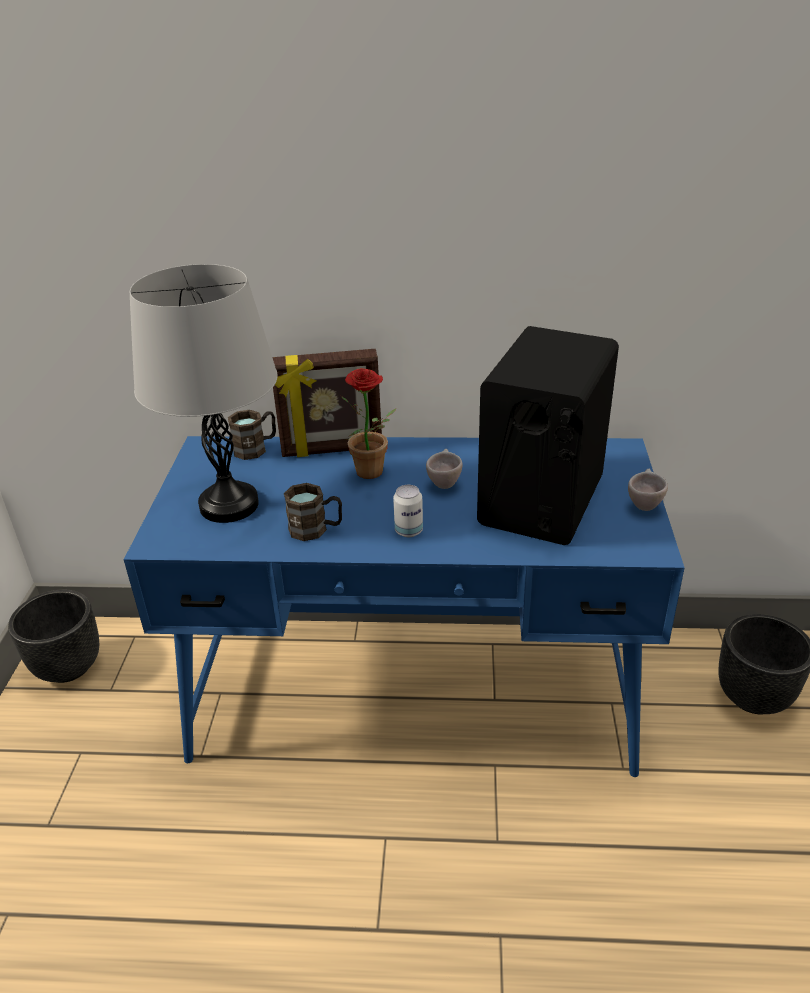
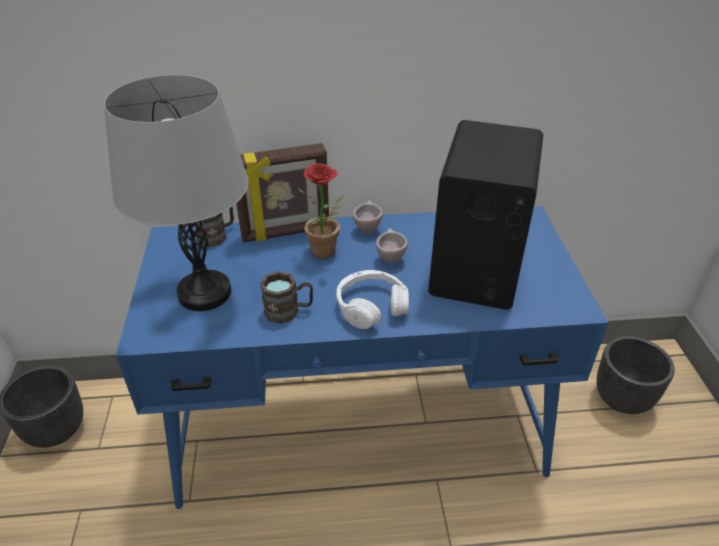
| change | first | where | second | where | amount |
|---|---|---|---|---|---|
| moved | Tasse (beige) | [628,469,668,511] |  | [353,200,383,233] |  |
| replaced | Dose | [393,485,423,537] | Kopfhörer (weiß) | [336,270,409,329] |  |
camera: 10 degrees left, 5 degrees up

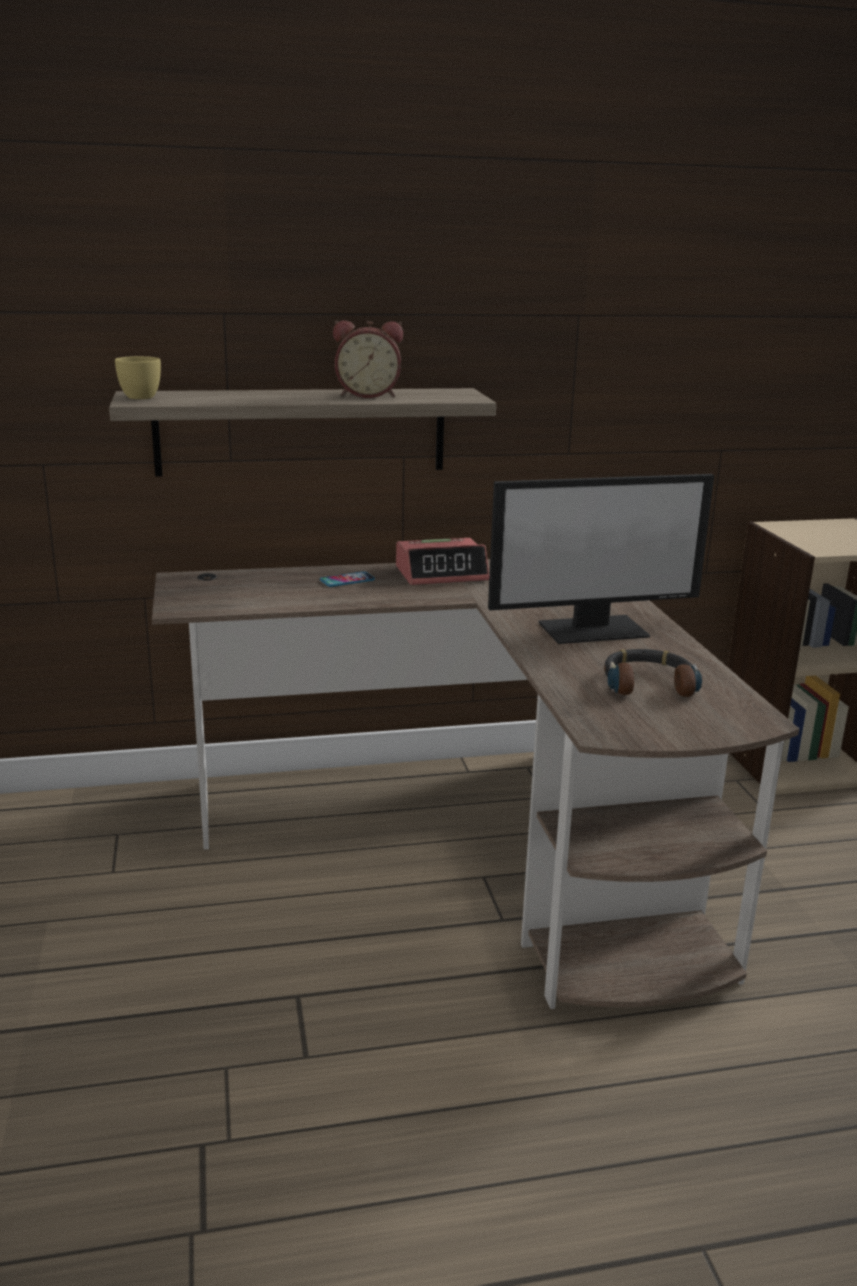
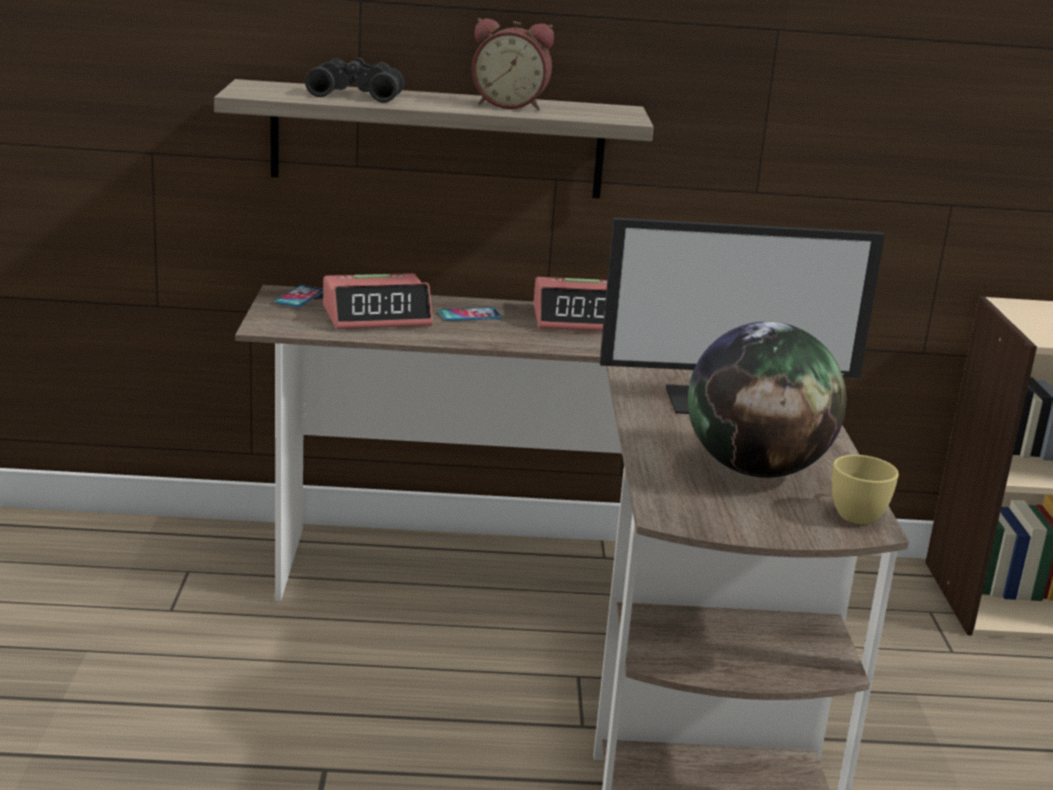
| change | first | where | second | where | amount |
|---|---|---|---|---|---|
| added |  |  | Handy | [274,285,323,307] |  |
| added |  |  | Fernglas (schwarz) | [305,58,404,103] |  |
| added |  |  | Wecker | [323,273,433,329] |  |
| moved | Tasse (gelb) | [115,356,161,399] |  | [832,455,899,524] |  |
| replaced | Kopfhörer | [604,649,702,697] | Globus | [688,321,846,478] |  |
camera: 10 degrees right, 0 degrees up

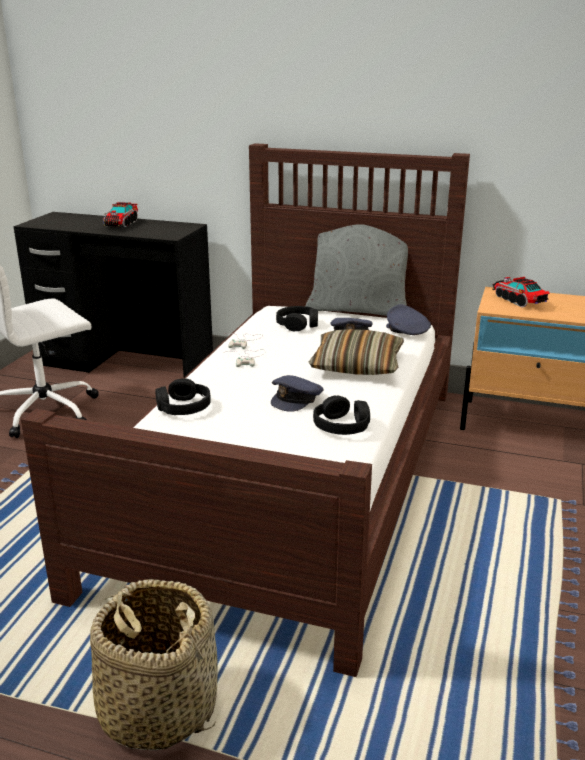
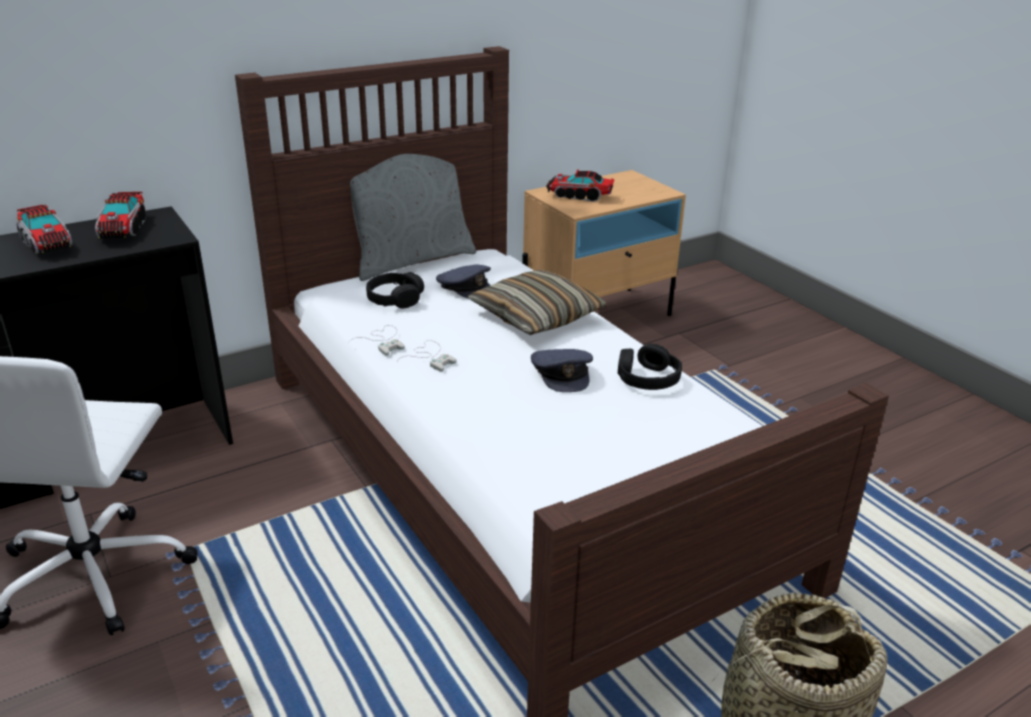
| change | first | where | second | where | amount |
|---|---|---|---|---|---|
| removed | Kopfhörer (schwarz) | [155,378,211,415] |  |  |  |
| removed | Kappe (grau) | [386,304,431,335] |  |  |  |
| added |  |  | Spielzeuglaster | [95,192,146,239] |  |
camera: 50 degrees left, 5 degrees up

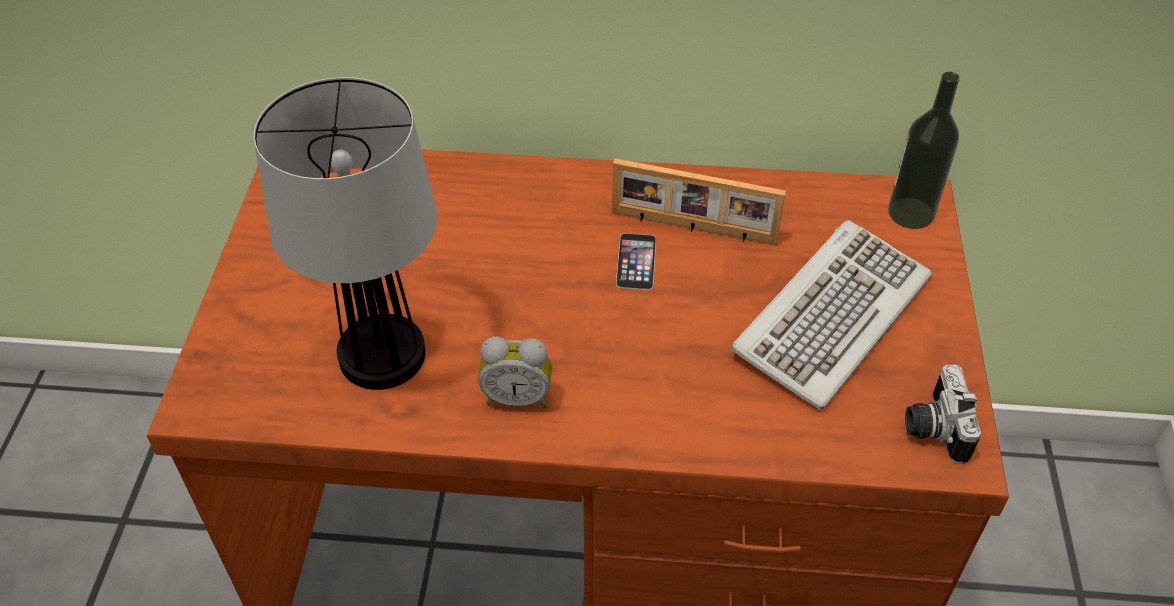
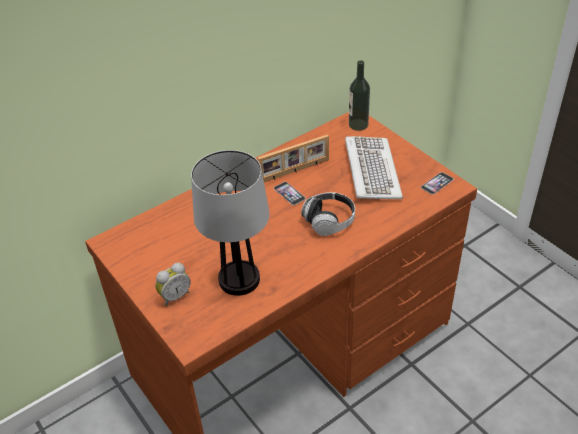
| change | first | where | second | where | amount |
|---|---|---|---|---|---|
| added |  |  | Kopfhörer | [301,192,355,236] |  |
| moved | Wecker | [478,336,552,408] |  | [155,263,191,306] |  |
| replaced | Kamera | [905,364,981,464] | Handy | [421,172,454,195] |  |
camera: 40 degrees left, 5 degrees down

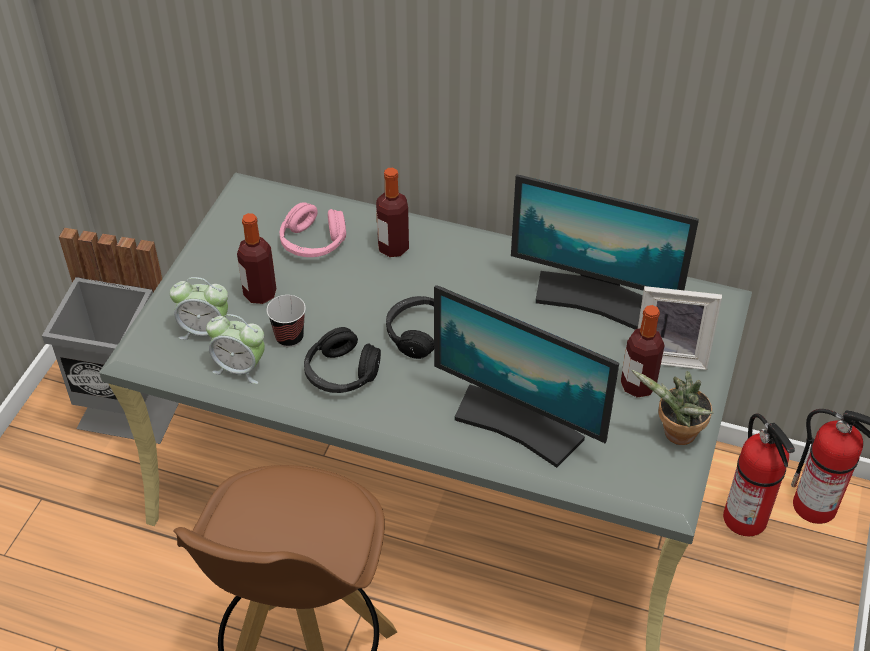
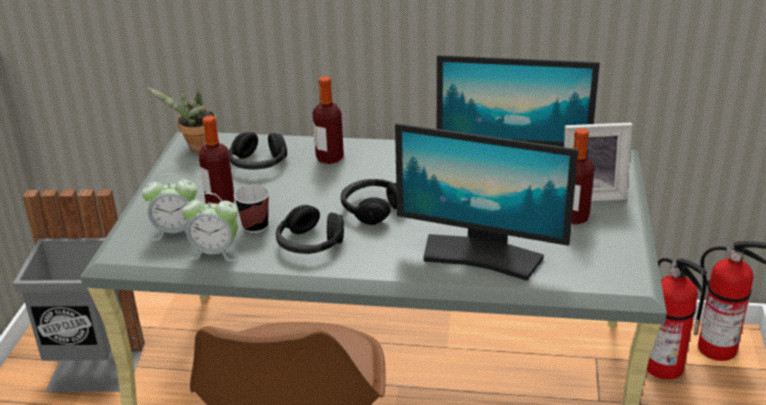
| change | first | where | second | where | amount |
|---|---|---|---|---|---|
| moved | Topfpflanze | [631,370,714,445] |  | [145,87,217,152] |  |
| recoloured | Kopfhörer (rosa) | [280,202,346,257] | Kopfhörer (schwarz) | [229,132,287,170] |  |
camera: 10 degrees left, 15 degrees down

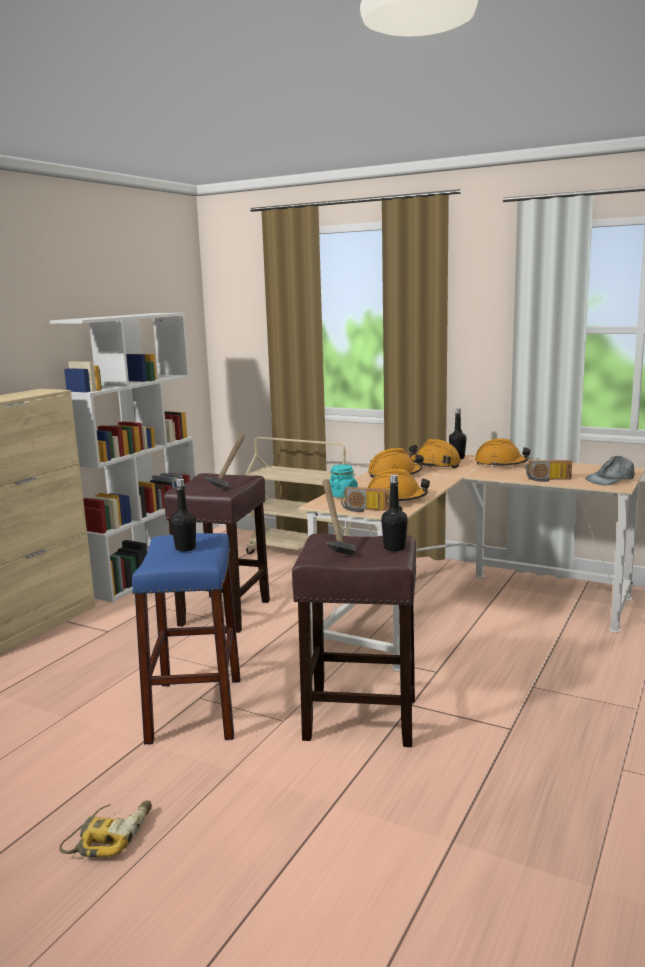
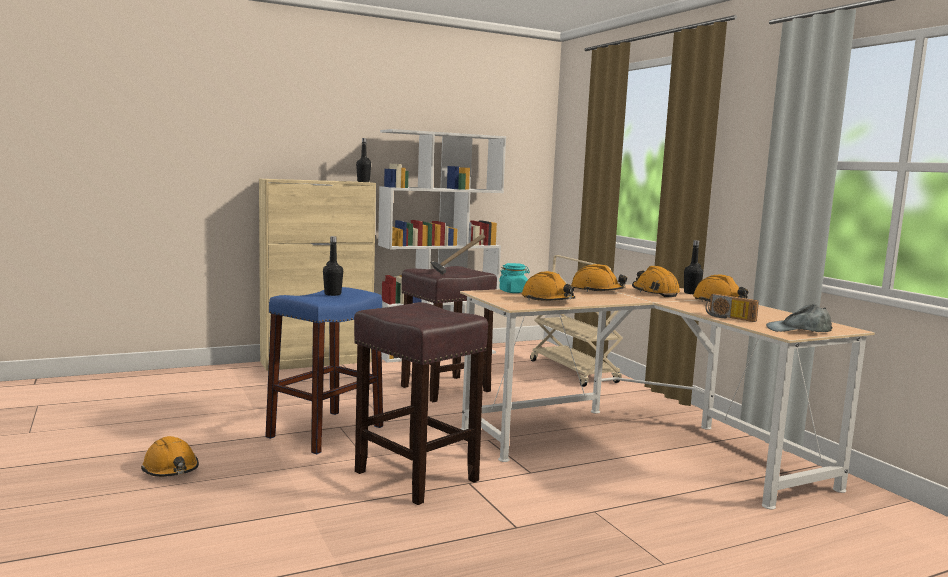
| change | first | where | second | where | amount |
|---|---|---|---|---|---|
| removed | Hammer | [322,479,356,556] |  |  |  |
| removed | Radio | [341,487,390,512] |  |  |  |
| moved | Flasche (schwarz) | [381,475,408,552] |  | [356,138,371,182] |  |
| replaced | Bohrmaschine | [59,800,152,857] | Schutzhelm (orange) | [141,436,199,477] |  |
camera: 35 degrees right, 5 degrees down

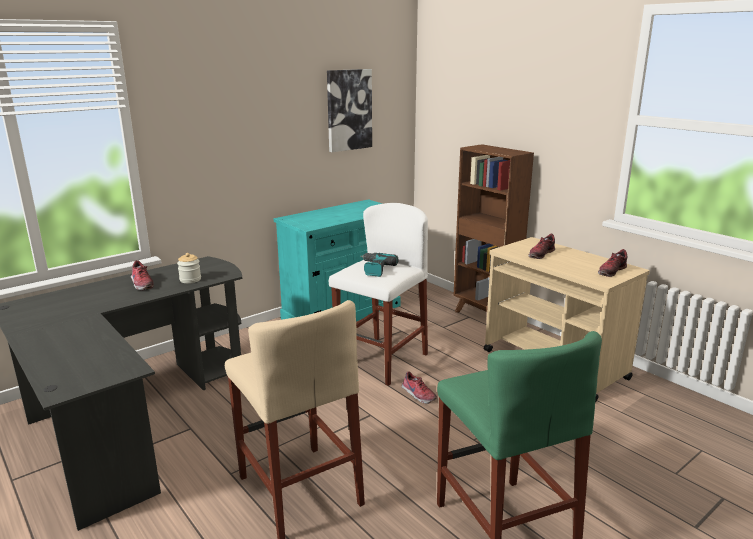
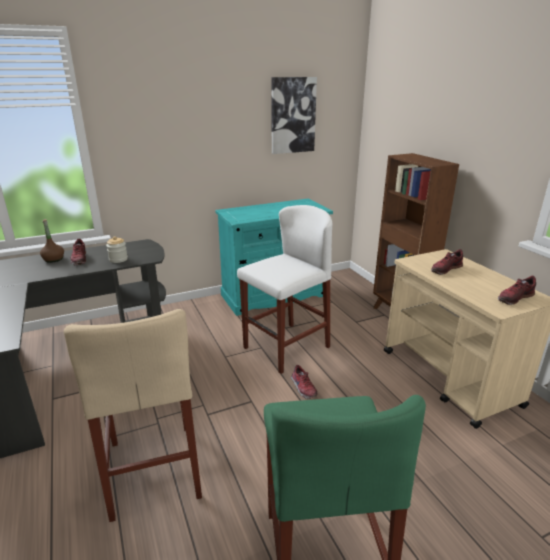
| change | first | where | second | where | amount |
|---|---|---|---|---|---|
| removed | Bohrmaschine | [360,253,399,277] |  |  |  |
| added |  |  | Flasche (braun) | [40,219,64,263] |  |
camera: 15 degrees right, 5 degrees up

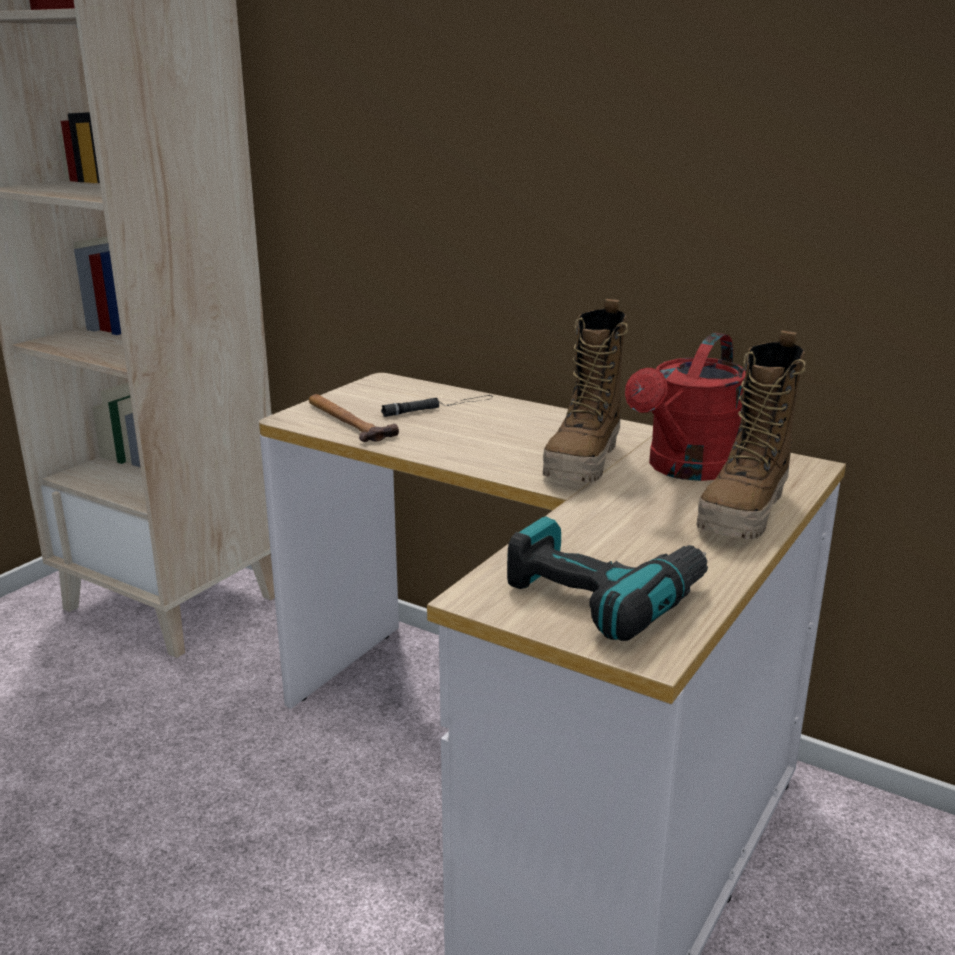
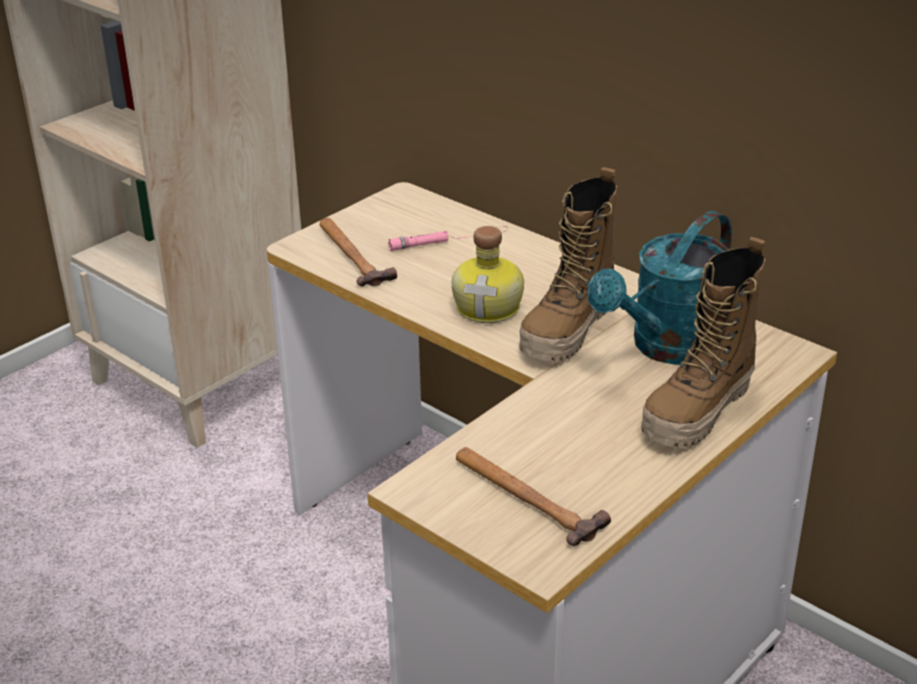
| change | first | where | second | where | amount |
|---|---|---|---|---|---|
| added |  |  | Flasche | [452,226,524,323] |  |
| replaced | Bohrmaschine | [507,516,708,641] | Hammer | [456,447,611,546] |  |
| recoloured | Taschenlampe (schwarz) | [381,395,493,417] | Taschenlampe (rosa) | [388,226,508,251] |  |
| recoloured | Gießkanne (rot) | [625,333,746,481] | Gießkanne (türkis) | [587,211,732,365] |  |
camera: 10 degrees right, 10 degrees up

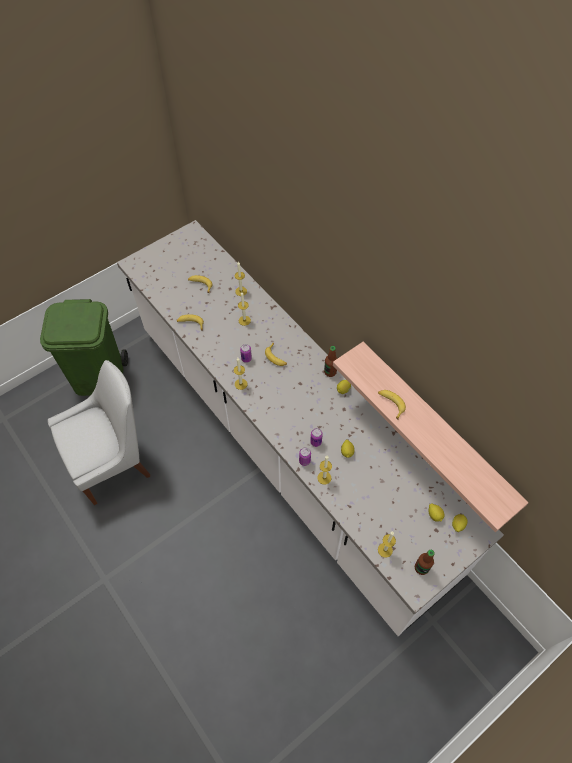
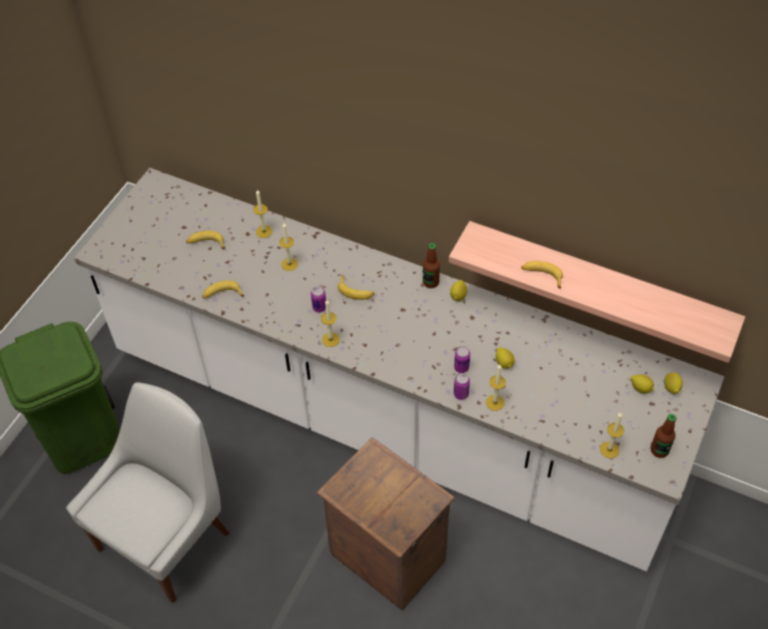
| change | first | where | second | where | amount |
|---|---|---|---|---|---|
| added |  |  | Kiste | [316,438,455,610] |  |
camera: 25 degrees left, 5 degrees down

